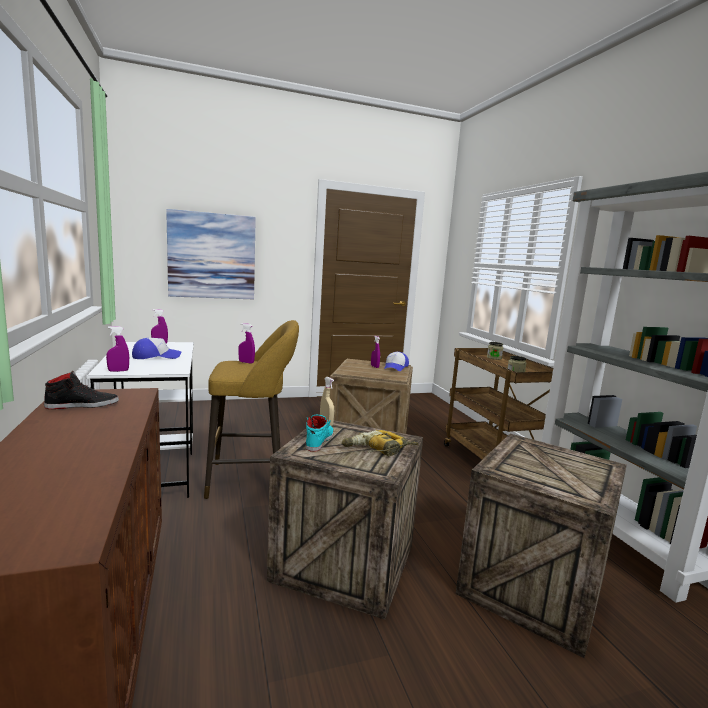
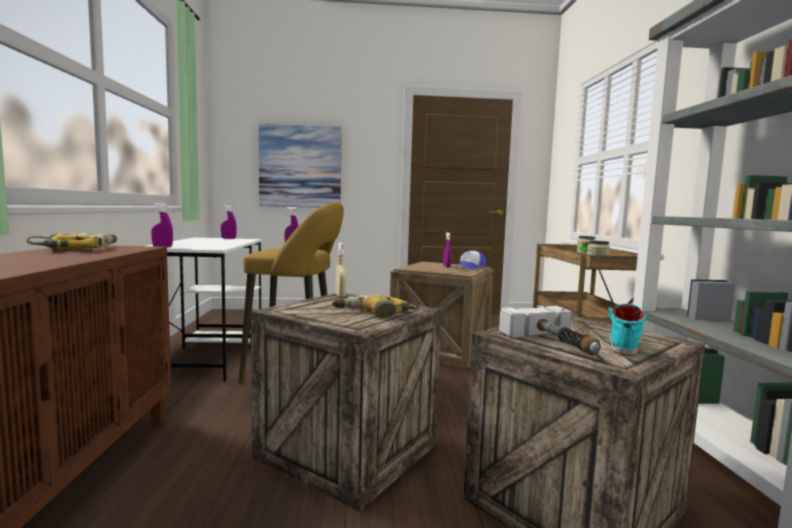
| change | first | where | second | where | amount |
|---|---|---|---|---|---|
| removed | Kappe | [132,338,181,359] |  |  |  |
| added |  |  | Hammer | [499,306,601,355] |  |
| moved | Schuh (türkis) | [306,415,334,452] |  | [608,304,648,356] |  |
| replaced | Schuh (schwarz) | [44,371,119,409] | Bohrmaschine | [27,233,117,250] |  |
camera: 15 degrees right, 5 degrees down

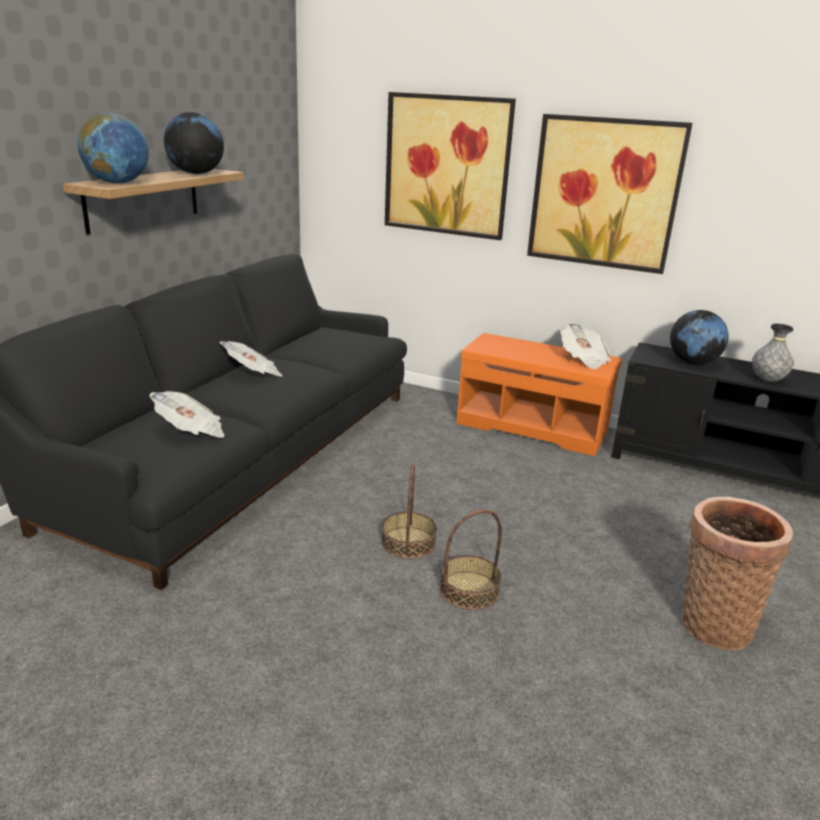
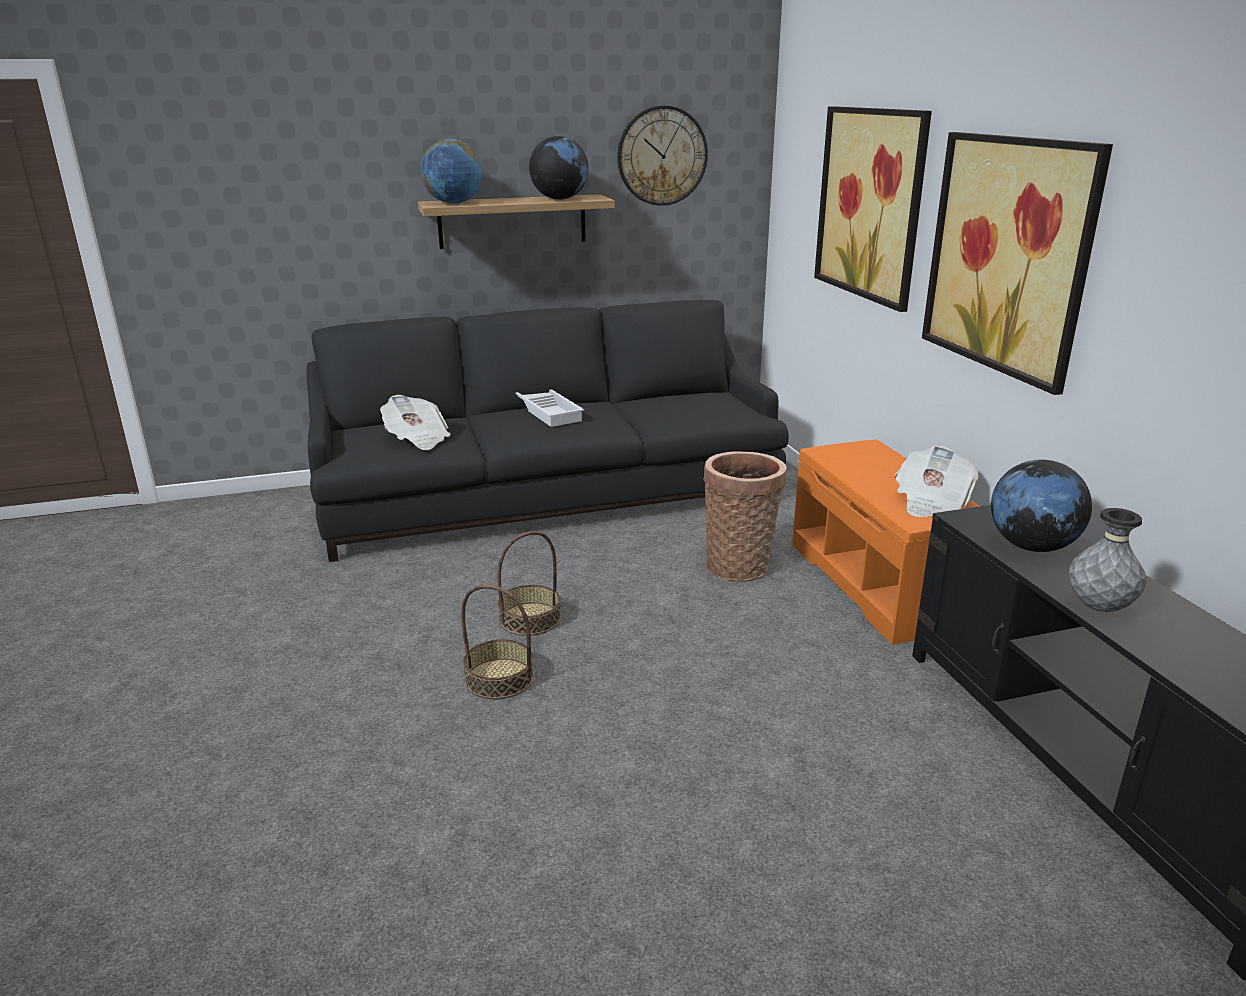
| change | first | where | second | where | amount |
|---|---|---|---|---|---|
| added |  |  | Wanduhr | [617,106,708,206] |  |
| moved | Korb | [681,497,793,651] |  | [703,451,787,582] |  |
| replaced | Zeitung | [220,341,282,377] | Tablett (weiß) | [515,390,584,427] |  |
camera: 50 degrees right, 0 degrees up

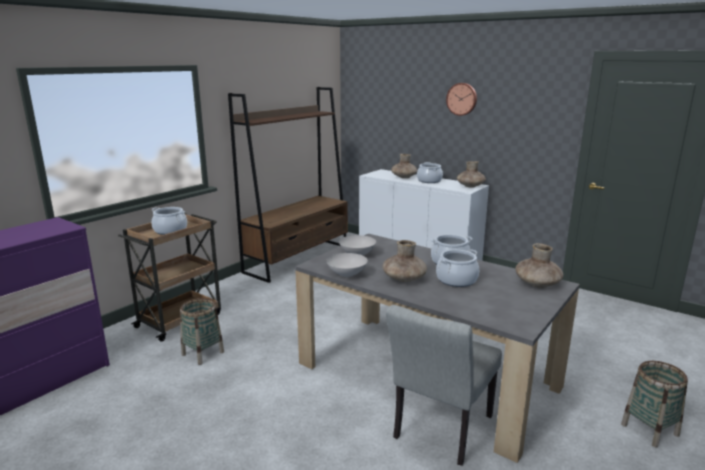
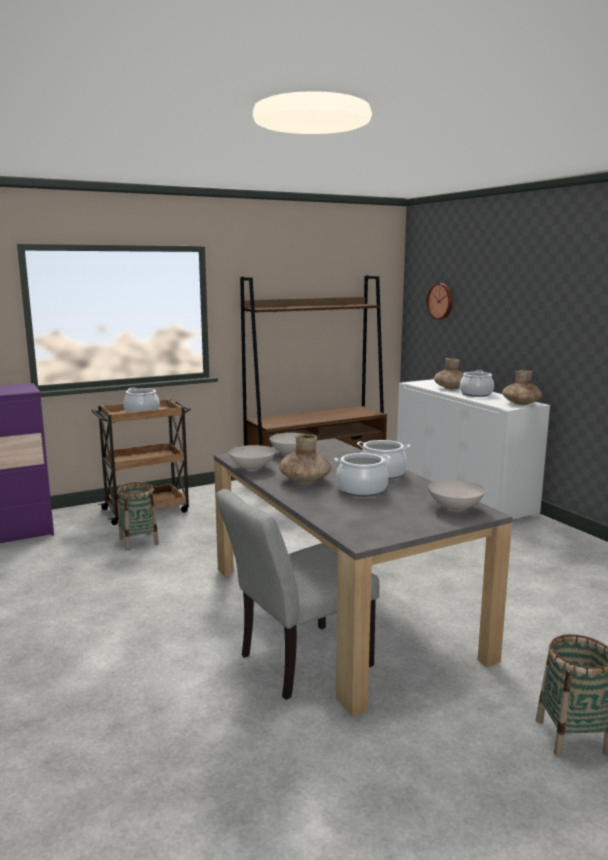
| change | first | where | second | where | amount |
|---|---|---|---|---|---|
| moved | Wanduhr | [446,83,477,116] |  | [427,283,453,320] |  |
| replaced | Vase (braun) | [515,243,564,288] | Schüssel (weiß) | [428,480,485,511] |  |
camera: 25 degrees right, 5 degrees down

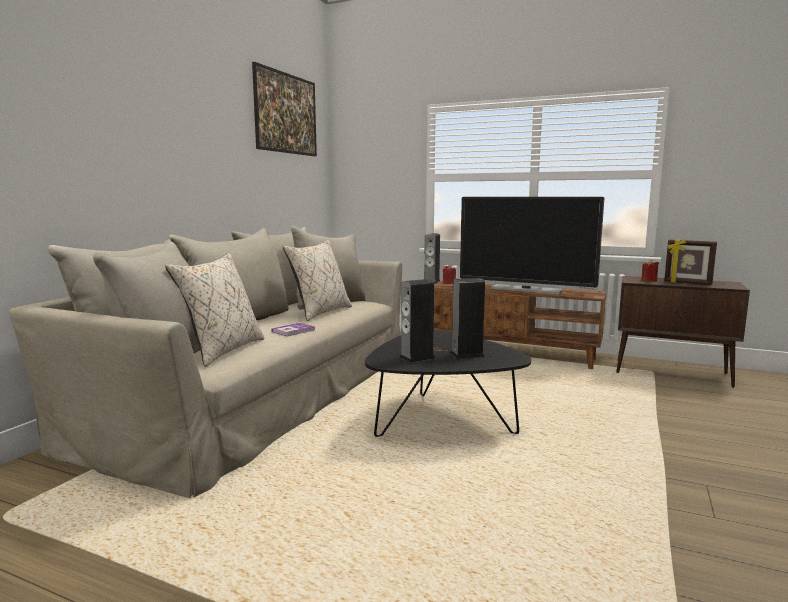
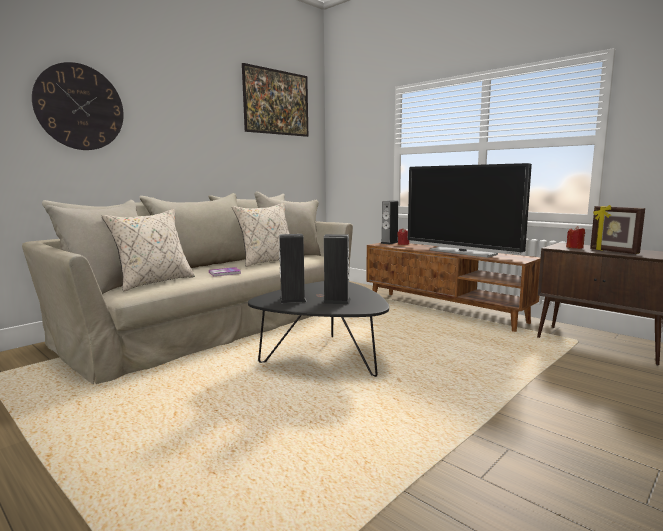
| change | first | where | second | where | amount |
|---|---|---|---|---|---|
| added |  |  | Wanduhr | [32,62,124,150] |  |
camera: 20 degrees right, 0 degrees up

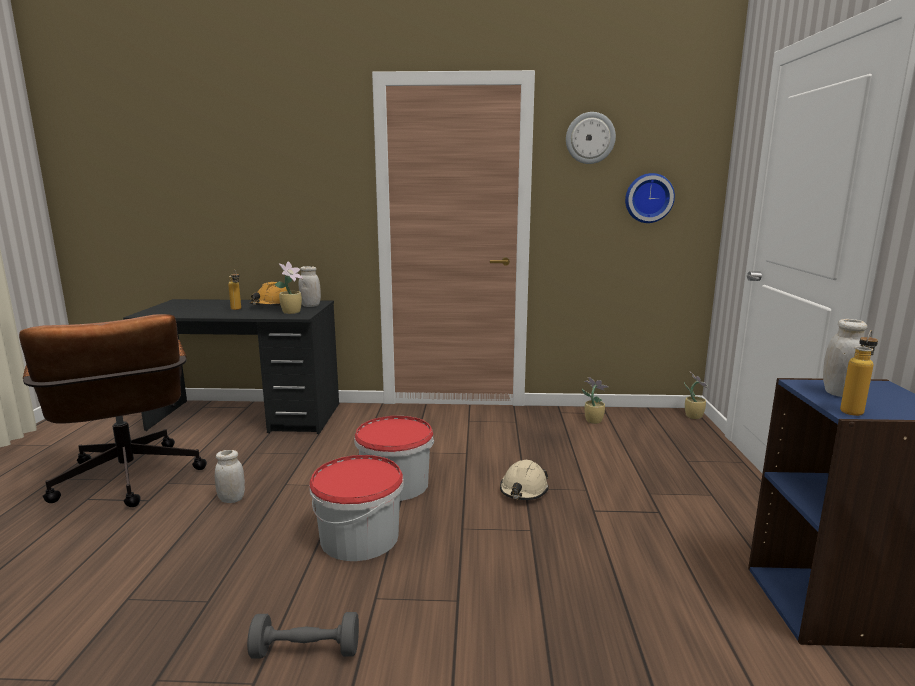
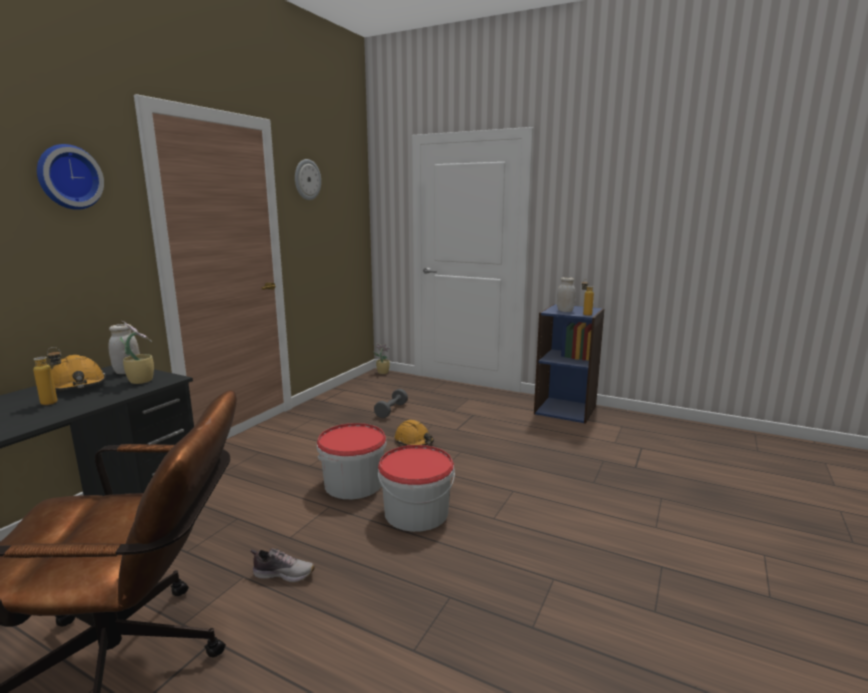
| change | first | where | second | where | amount |
|---|---|---|---|---|---|
| removed | Topfpflanze | [582,377,609,424] |  |  |  |
| moved | Hantel (grau) | [247,612,359,659] |  | [374,389,408,418] |  |
| moved | Wanduhr | [625,173,675,223] |  | [37,144,104,210] |  |
| replaced | Vorratsglas (weiß) | [215,450,245,503] | Schuh | [250,548,315,582] |  |
| recoloured | Schutzhelm (beige) | [500,460,549,500] | Schutzhelm (orange) | [395,420,434,446] |  |
camera: 65 degrees left, 0 degrees up

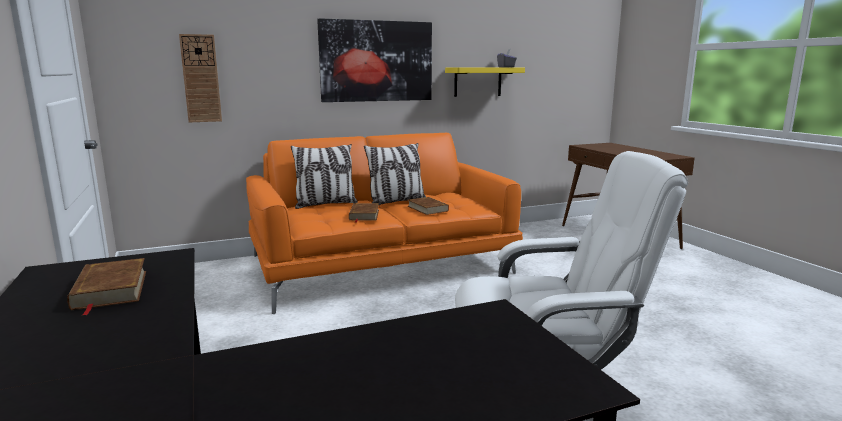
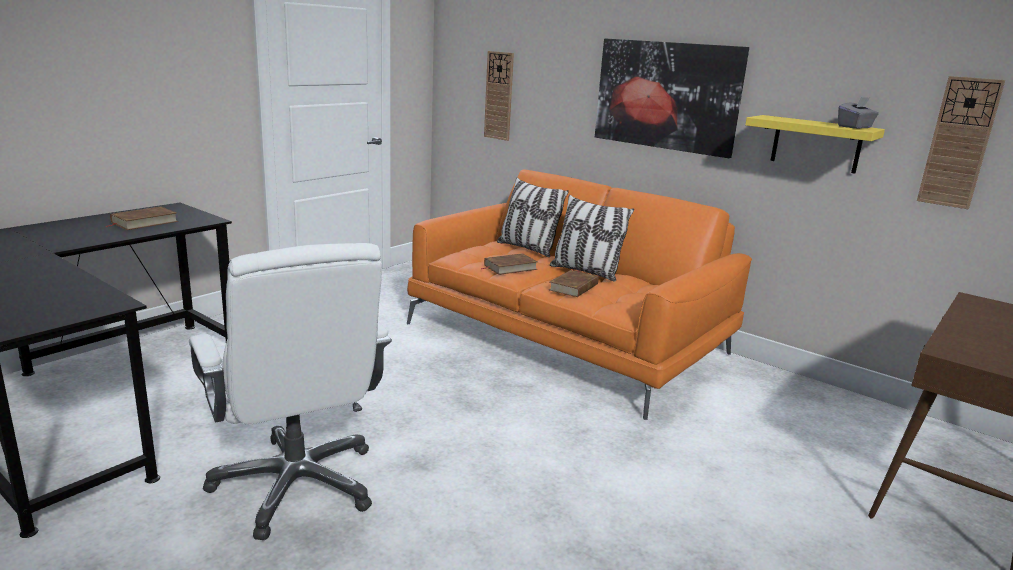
| change | first | where | second | where | amount |
|---|---|---|---|---|---|
| added |  |  | Wanduhr | [917,76,1005,209] |  |
camera: 60 degrees right, 5 degrees up

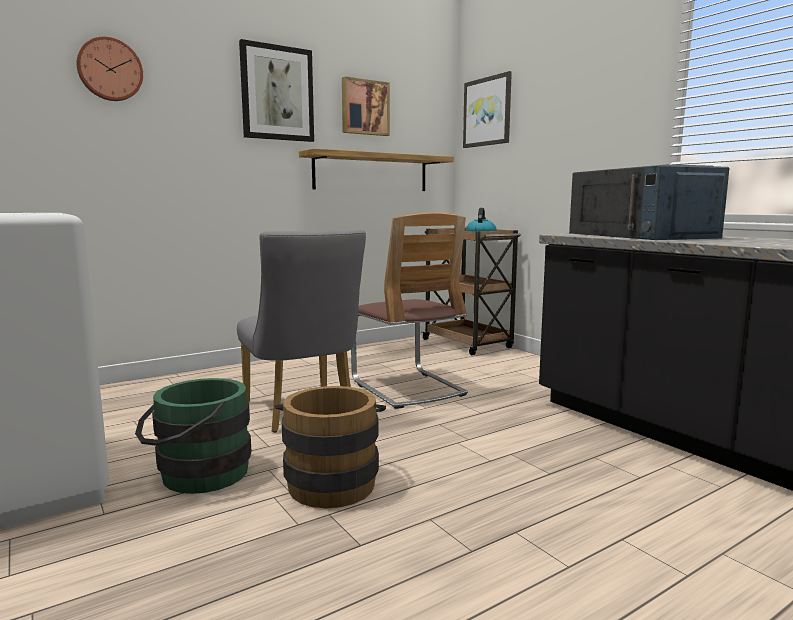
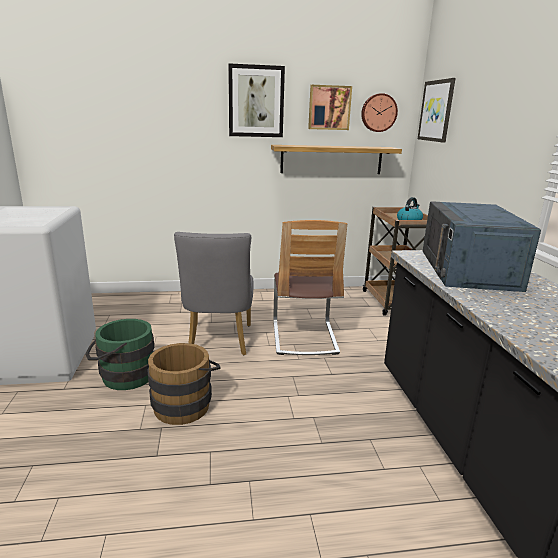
| change | first | where | second | where | amount |
|---|---|---|---|---|---|
| moved | Wanduhr | [76,36,143,101] |  | [361,93,398,132] |  |
camera: 25 degrees right, 10 degrees up

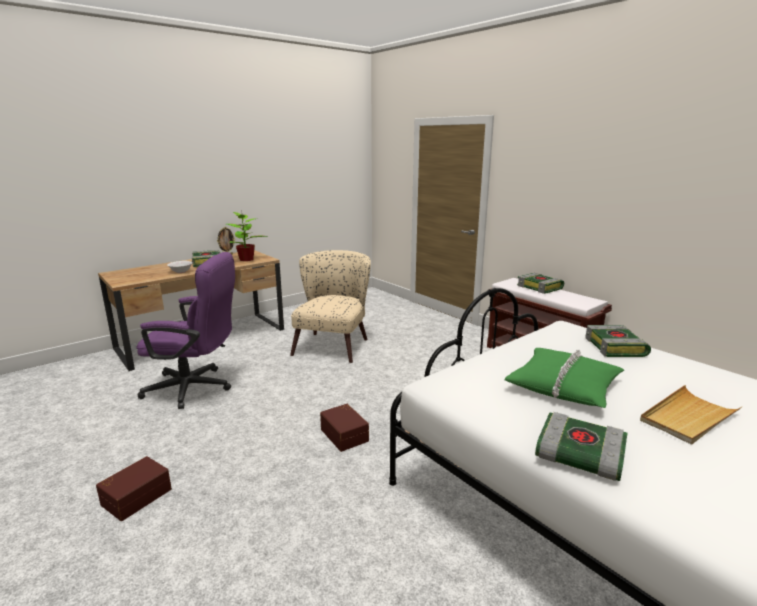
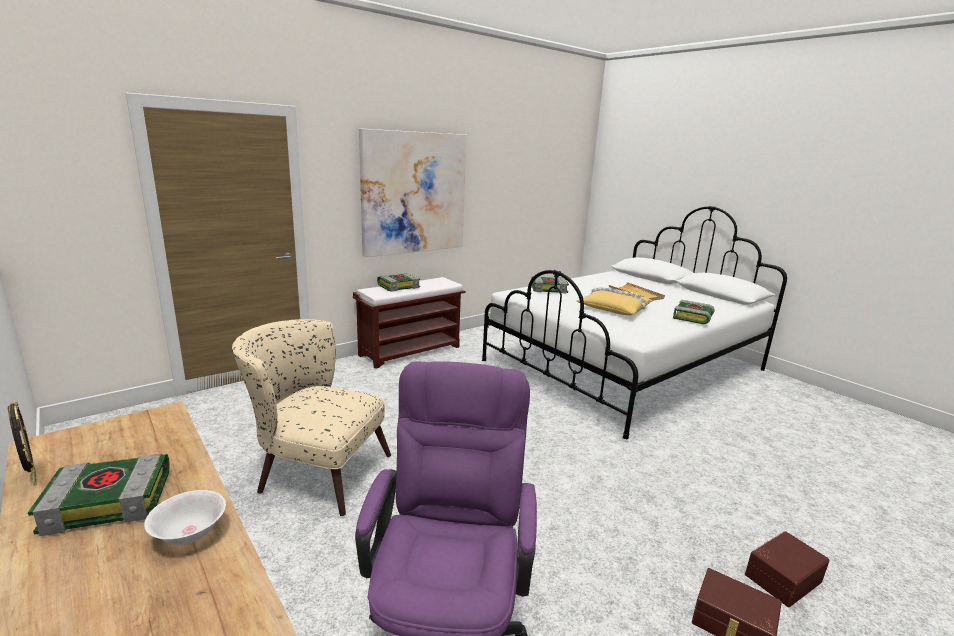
| change | first | where | second | where | amount |
|---|---|---|---|---|---|
| removed | Topfpflanze | [227,212,268,261] |  |  |  |
| added |  |  | Bild | [359,129,467,257] |  |
| moved | Aufbewahrungsbox (braun) | [320,404,369,452] |  | [745,531,830,607] |  |
| recoloured | Kissen (grün) | [504,348,624,408] | Kissen (gelb) | [577,287,653,315] |  |
camera: 90 degrees left, 0 degrees up

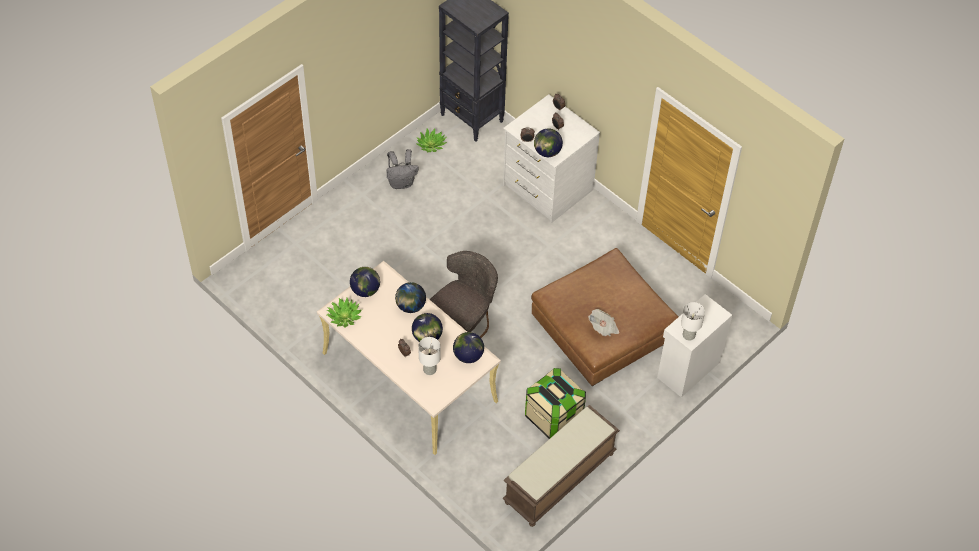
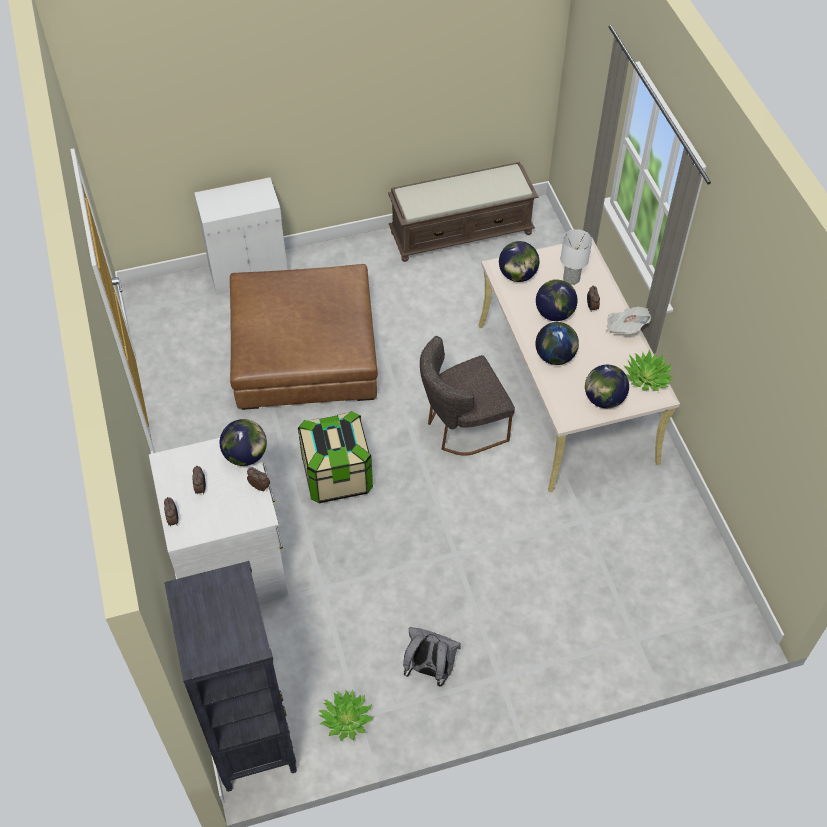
| change | first | where | second | where | amount |
|---|---|---|---|---|---|
| removed | Tischlampe (weiß) | [681,302,705,340] |  |  |  |
| moved | Aufbewahrungsbox | [525,368,586,439] |  | [298,411,373,504] |  |
| moved | Zeitung | [588,309,620,336] |  | [606,306,651,334] |  |
camera: 150 degrees left, 0 degrees up

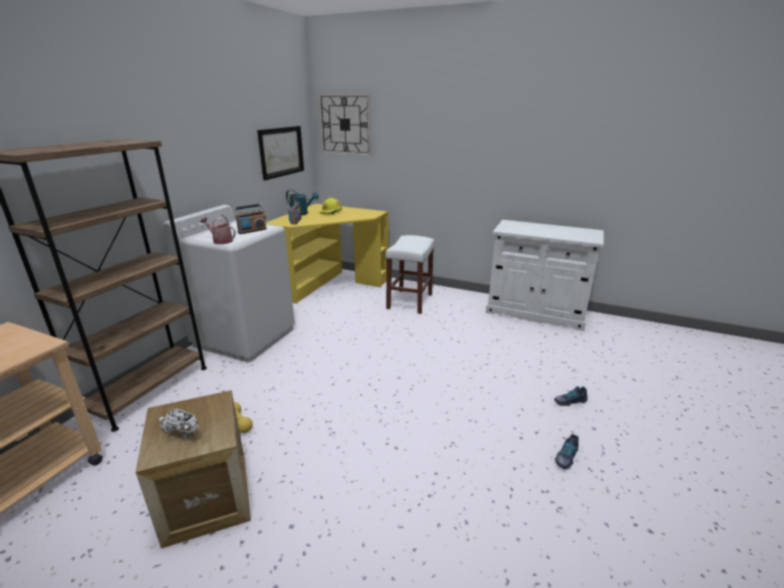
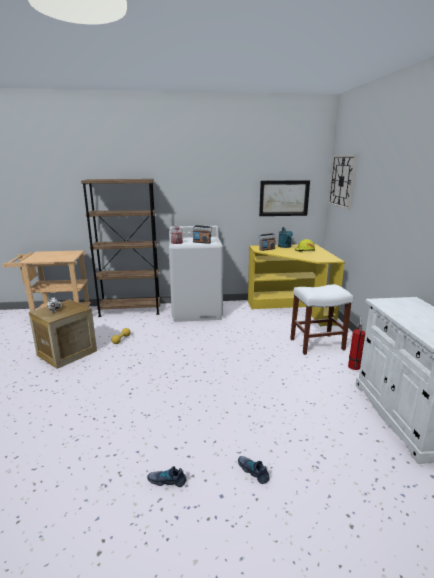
| change | first | where | second | where | amount |
|---|---|---|---|---|---|
| added |  |  | Feuerlöscher | [348,317,365,370] |  |
camera: 60 degrees right, 5 degrees down

